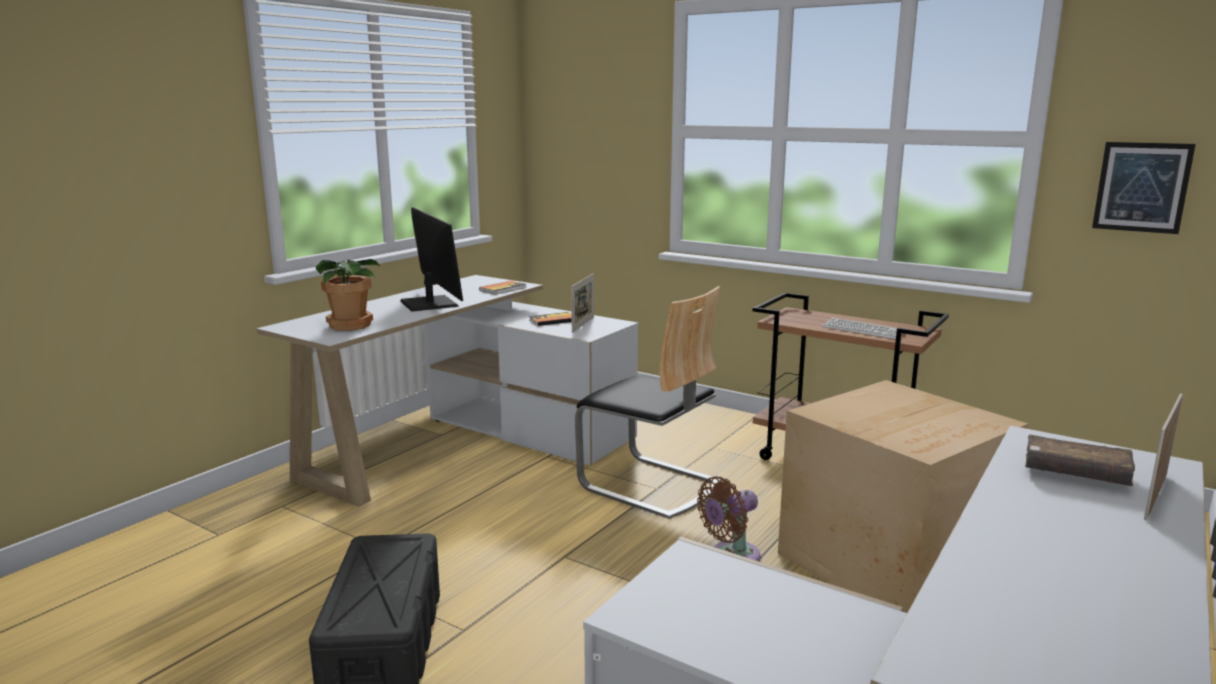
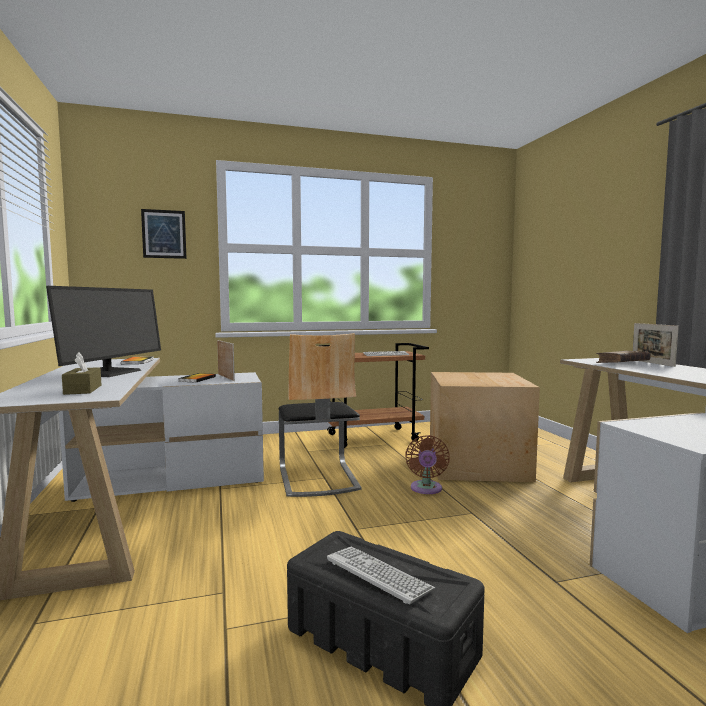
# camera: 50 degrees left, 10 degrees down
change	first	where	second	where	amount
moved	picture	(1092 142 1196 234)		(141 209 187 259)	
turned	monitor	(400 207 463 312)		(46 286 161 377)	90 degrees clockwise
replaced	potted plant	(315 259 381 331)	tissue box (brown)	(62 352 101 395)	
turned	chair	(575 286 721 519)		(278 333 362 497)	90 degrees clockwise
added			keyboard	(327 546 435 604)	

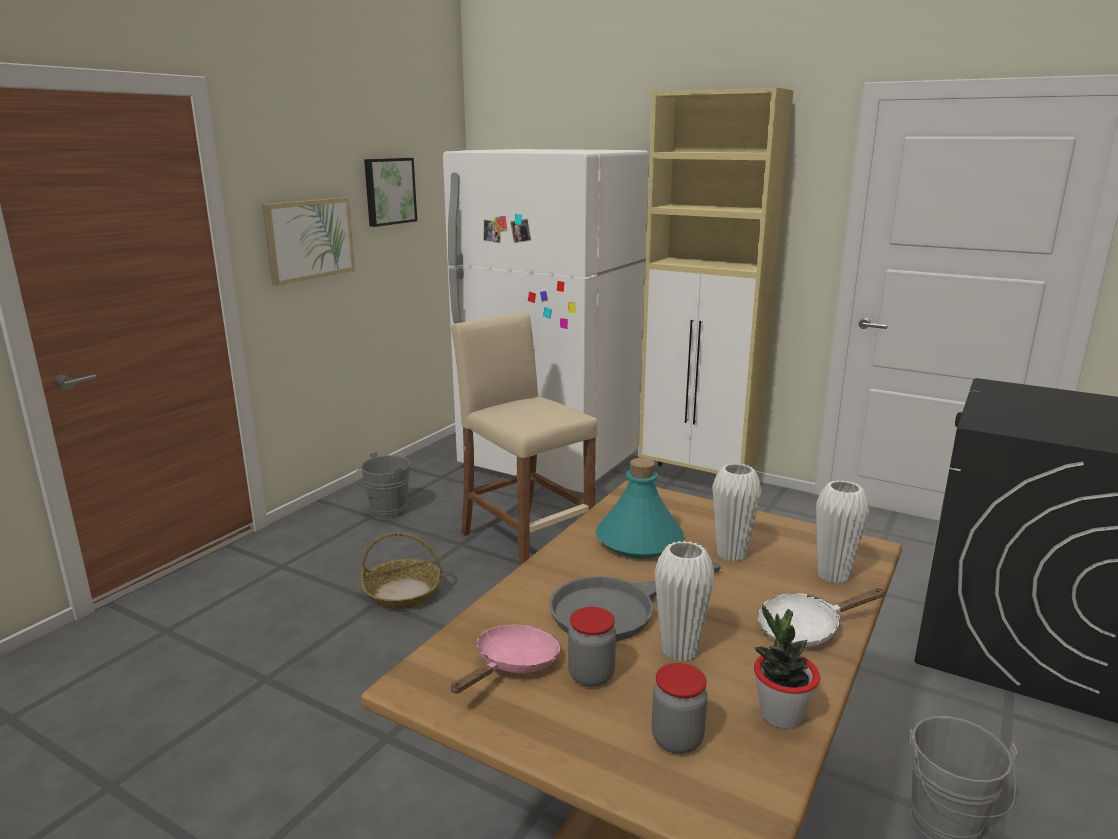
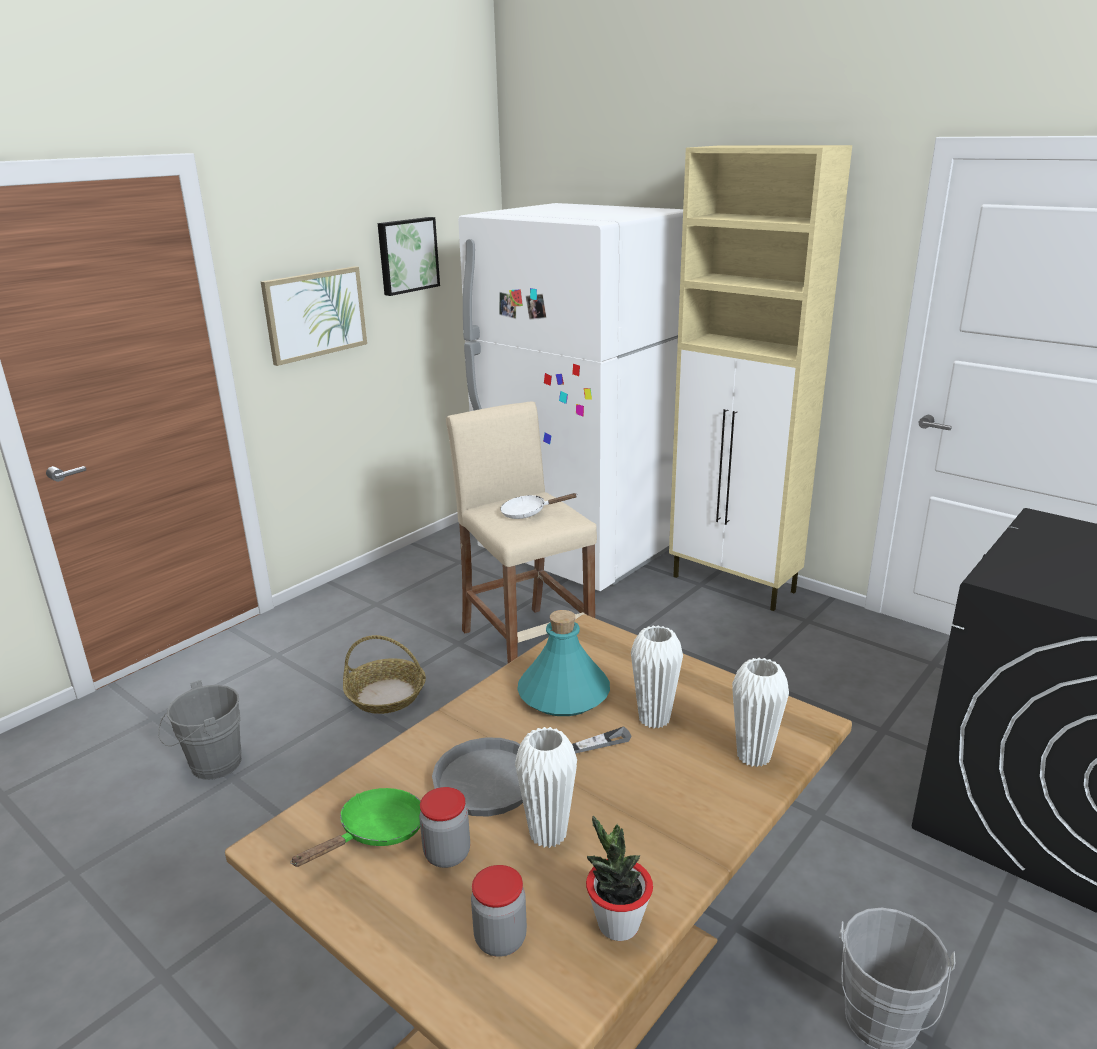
# camera: 10 degrees right, 5 degrees up
change	first	where	second	where	amount
moved	bucket (grey)	(353 452 410 520)		(158 680 242 780)	
moved	frying pan (white)	(757 588 886 647)		(500 493 578 519)	
recoloured	frying pan (pink)	(450 625 560 694)	frying pan (green)	(290 788 421 867)	

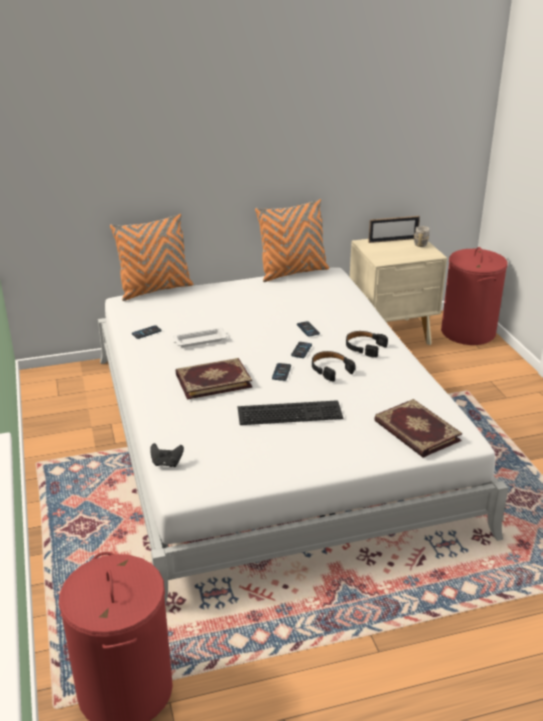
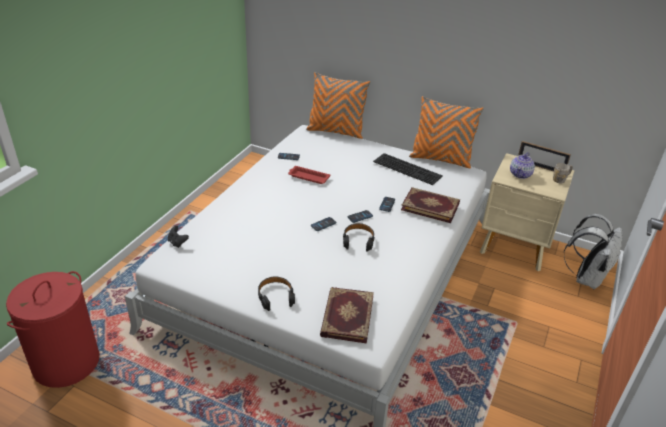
# camera: 40 degrees right, 5 degrees up
change	first	where	second	where	amount
replaced	laundry basket (red)	(441 247 507 345)	backpack (white)	(564 214 622 289)	
recoloured	tray (white)	(173 327 227 347)	tray (red)	(288 166 331 184)	
moved	headphones (black)	(346 331 388 357)		(258 277 295 311)	
moved	book	(176 358 252 399)		(401 187 460 223)	
moved	keyboard	(238 400 343 425)		(373 153 443 185)	
added			teapot	(510 152 535 179)	

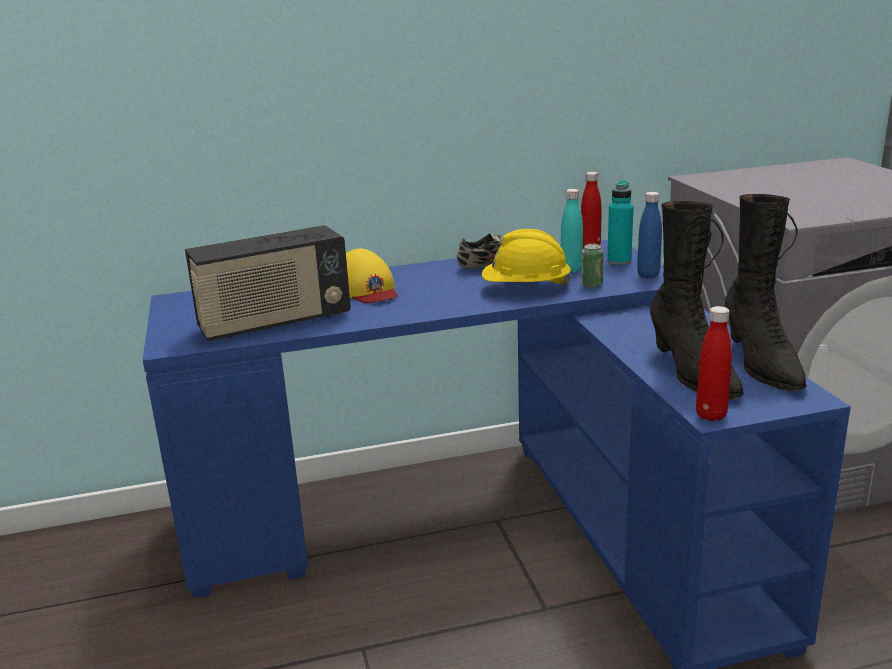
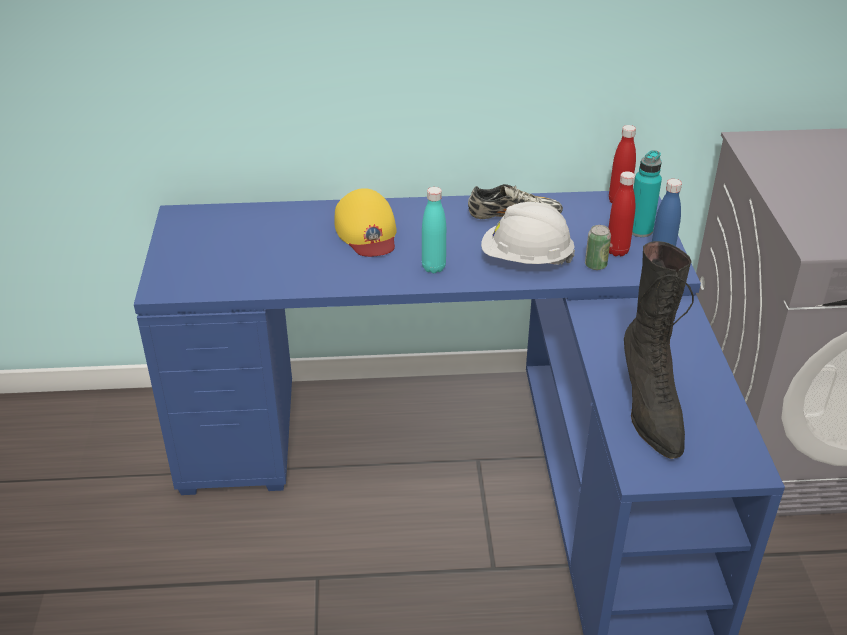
# camera: 10 degrees right, 15 degrees up
change	first	where	second	where	amount
moved	bottle (turquoise)	(561 189 583 273)		(422 187 446 273)	
removed	boot (black)	(725 194 807 391)			
removed	radio	(185 225 351 341)			
recoloured	hard hat (yellow)	(482 229 572 286)	hard hat (white)	(481 202 575 265)	
moved	bottle (red)	(696 306 732 421)		(608 171 635 256)	

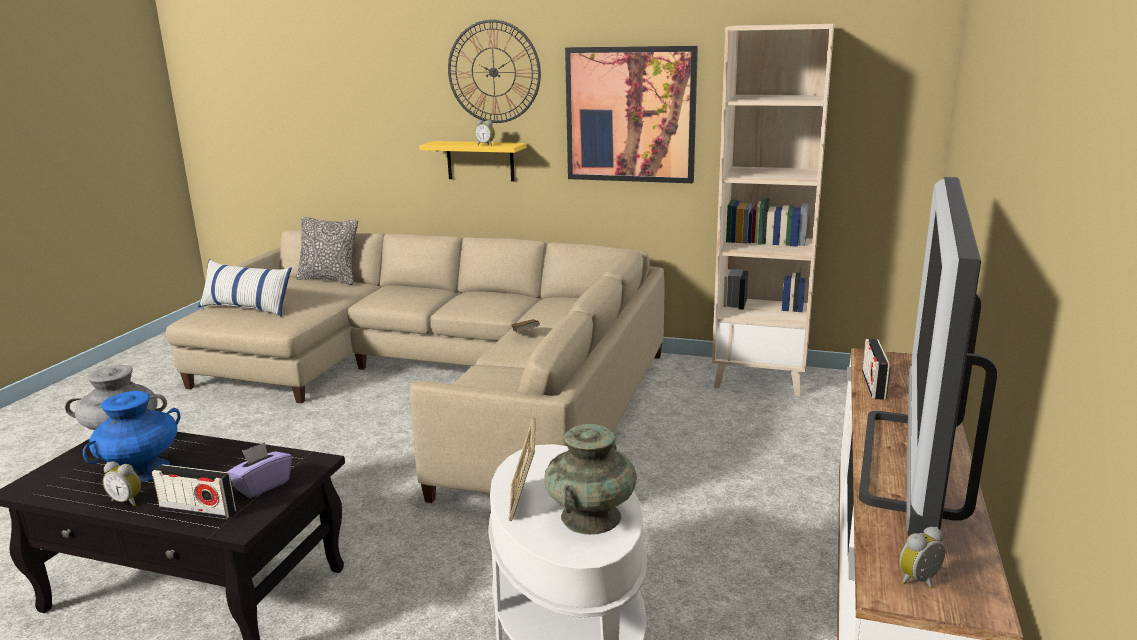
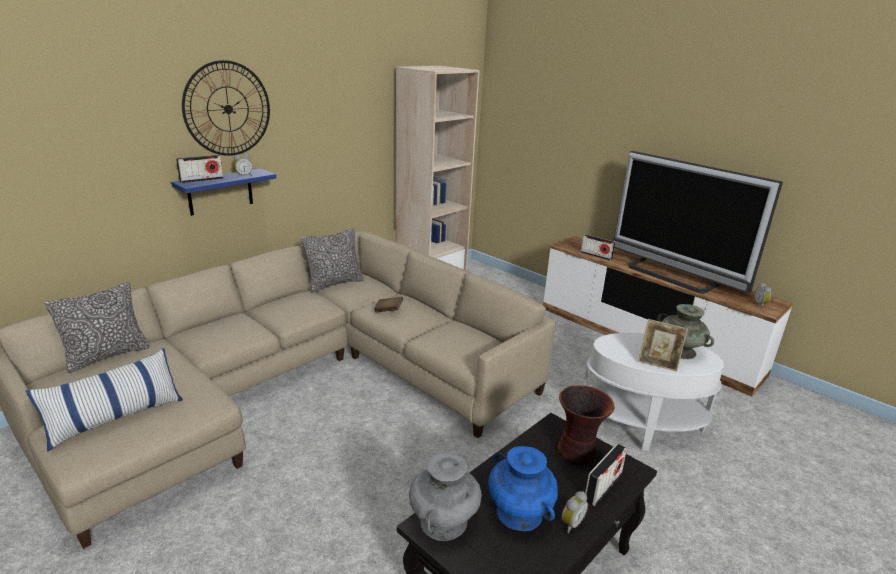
# camera: 65 degrees left, 5 degrees up
change	first	where	second	where	amount
removed	picture	(565 46 698 183)			
recoloured	shelf (yellow)	(419 141 527 182)	shelf (blue)	(171 169 276 216)	
replaced	tissue box (purple)	(227 442 292 498)	vase	(557 385 614 465)	
added			radio	(176 155 223 183)	
added			pillow	(301 228 364 292)	

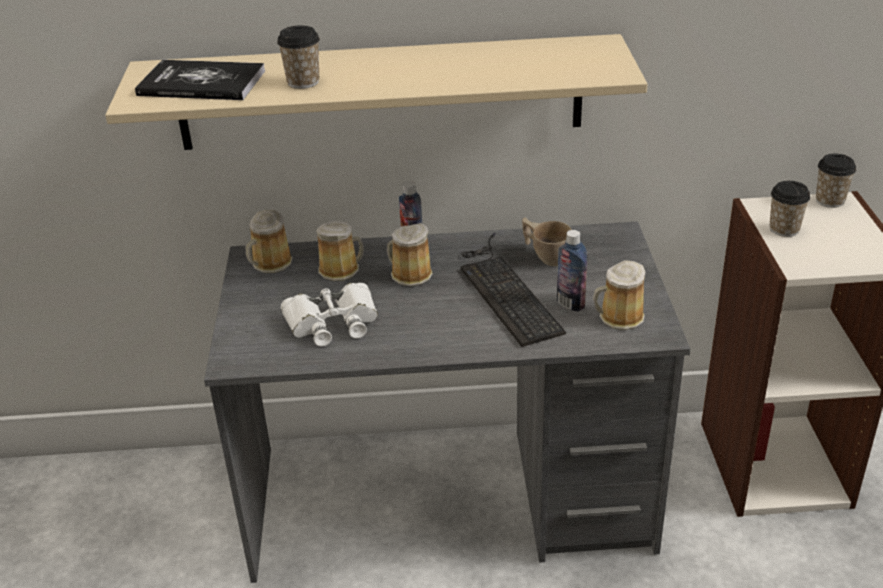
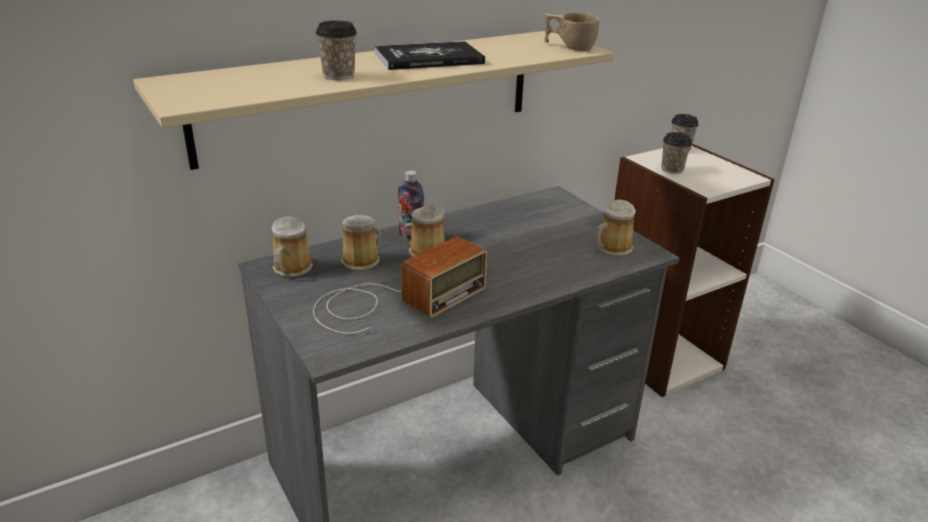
# camera: 30 degrees left, 5 degrees down
change	first	where	second	where	amount
moved	book	(135 60 265 100)		(374 41 485 70)	
moved	cup (beige)	(522 217 572 266)		(544 13 599 51)	
removed	bottle	(557 230 587 311)			
removed	keyboard	(461 233 566 347)			
replaced	binoculars (white)	(281 283 378 346)	radio	(313 236 488 334)	

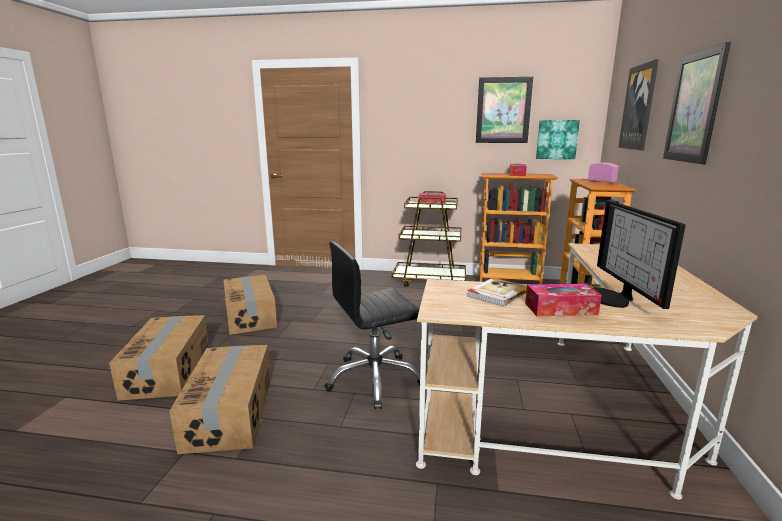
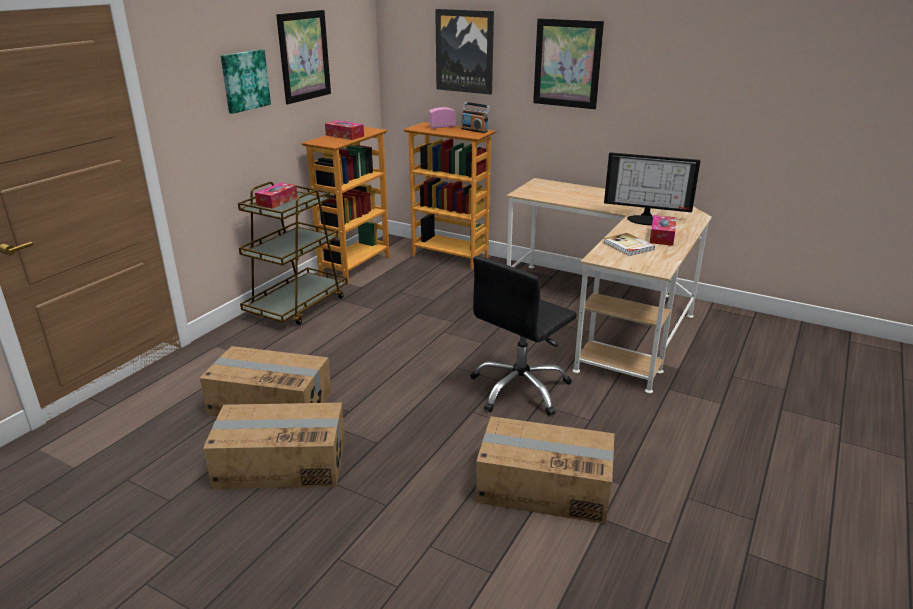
# camera: 70 degrees left, 10 degrees up
change	first	where	second	where	amount
moved	picture	(536 120 580 159)		(221 50 271 114)	
turned	office chair (black)	(325 241 420 409)		(470 256 577 416)	45 degrees clockwise
moved	cardboard box	(109 315 209 401)		(200 346 331 417)	
added			radio	(461 102 490 133)	

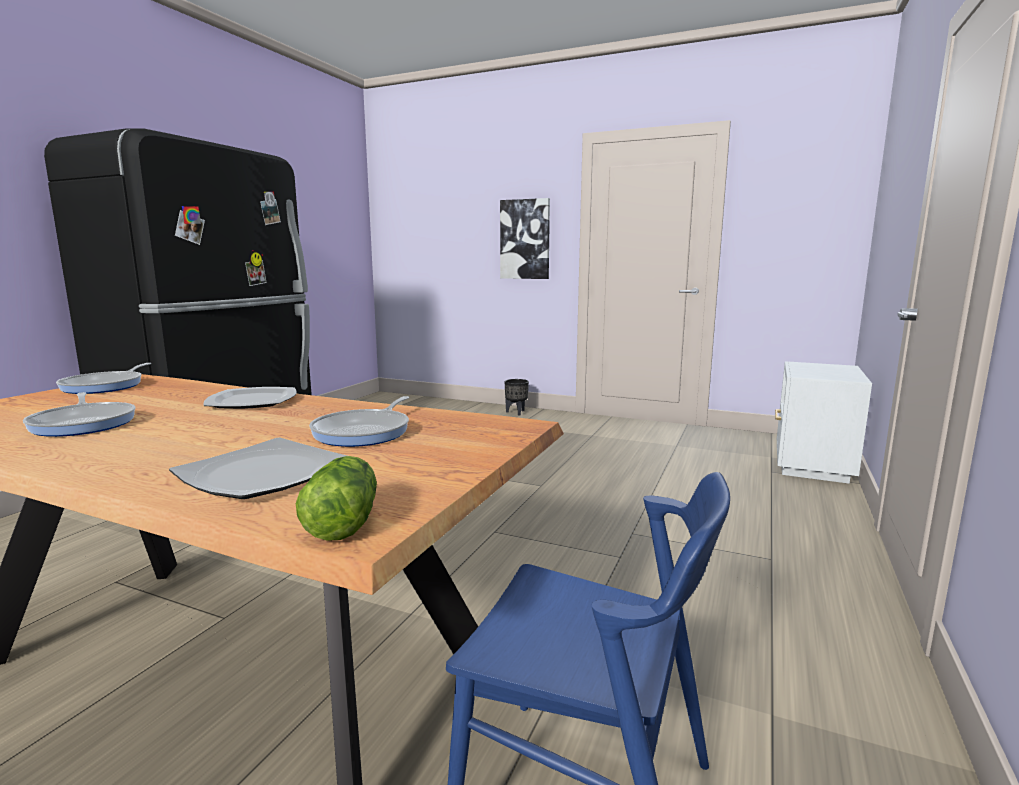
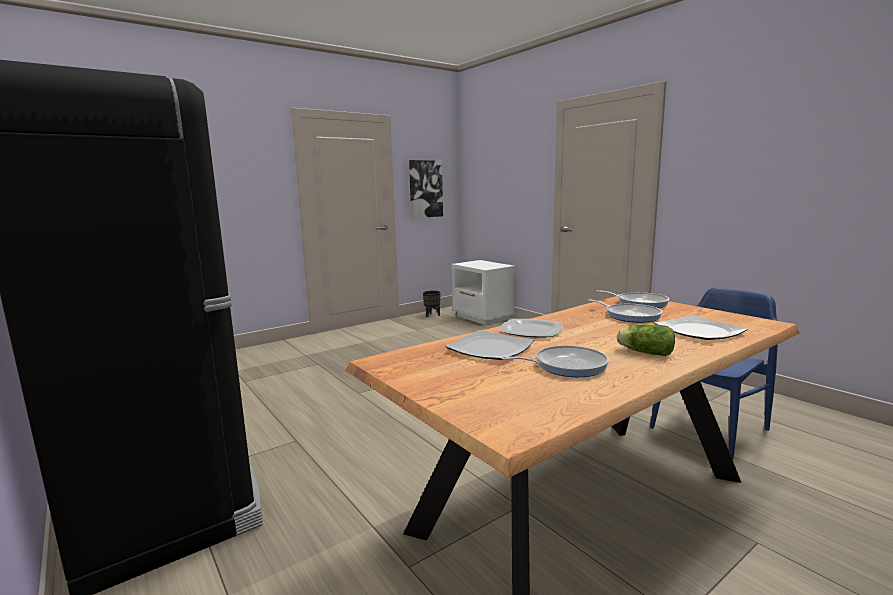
# camera: 60 degrees left, 0 degrees up
change	first	where	second	where	amount
moved	picture	(500 198 550 279)		(409 160 443 218)	
moved	frying pan	(56 363 151 394)		(597 290 669 308)	
moved	planter (black)	(505 379 529 416)		(423 291 440 317)	
moved	lettuce	(296 456 377 541)		(617 324 675 356)	
added			plate	(446 330 534 360)	

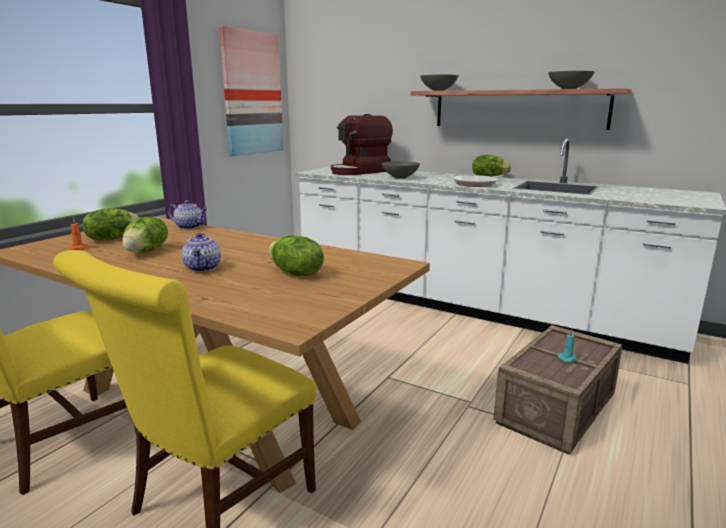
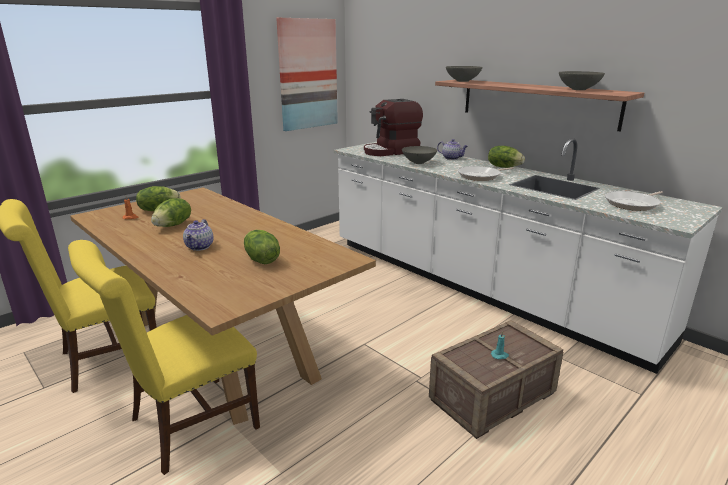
# camera: 15 degrees right, 5 degrees up
change	first	where	second	where	amount
moved	teapot	(168 200 208 230)		(437 139 468 160)	
added			frying pan	(605 191 663 211)	

